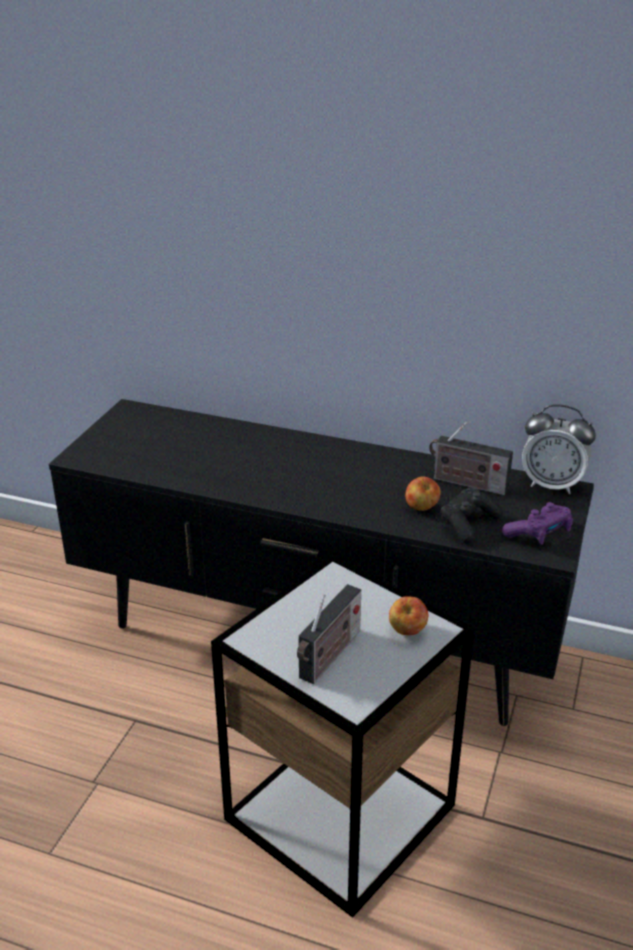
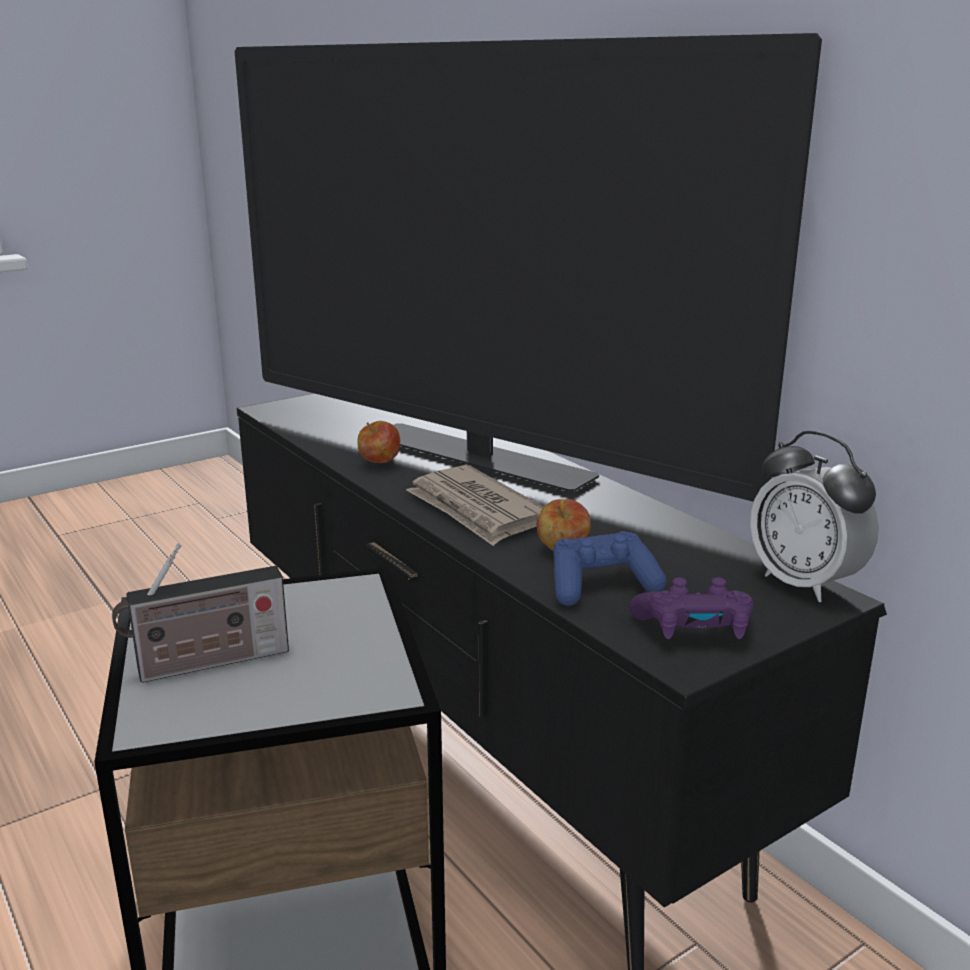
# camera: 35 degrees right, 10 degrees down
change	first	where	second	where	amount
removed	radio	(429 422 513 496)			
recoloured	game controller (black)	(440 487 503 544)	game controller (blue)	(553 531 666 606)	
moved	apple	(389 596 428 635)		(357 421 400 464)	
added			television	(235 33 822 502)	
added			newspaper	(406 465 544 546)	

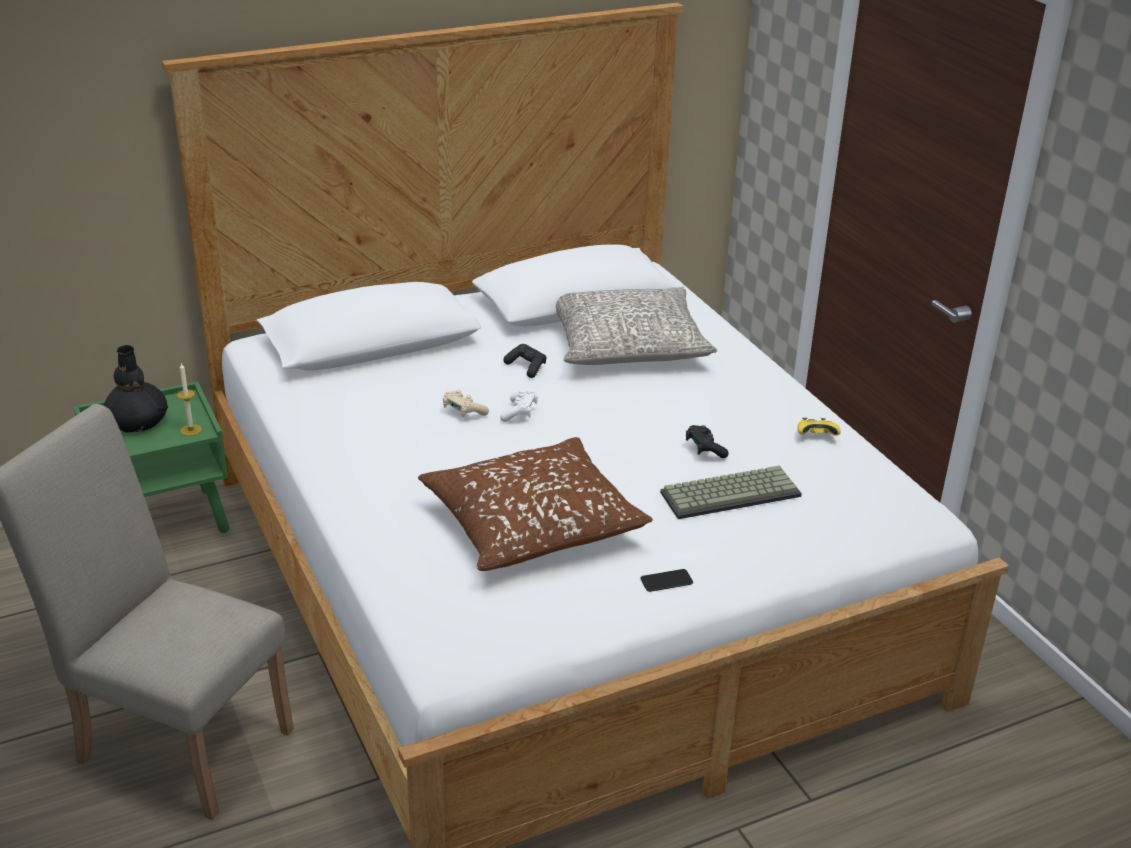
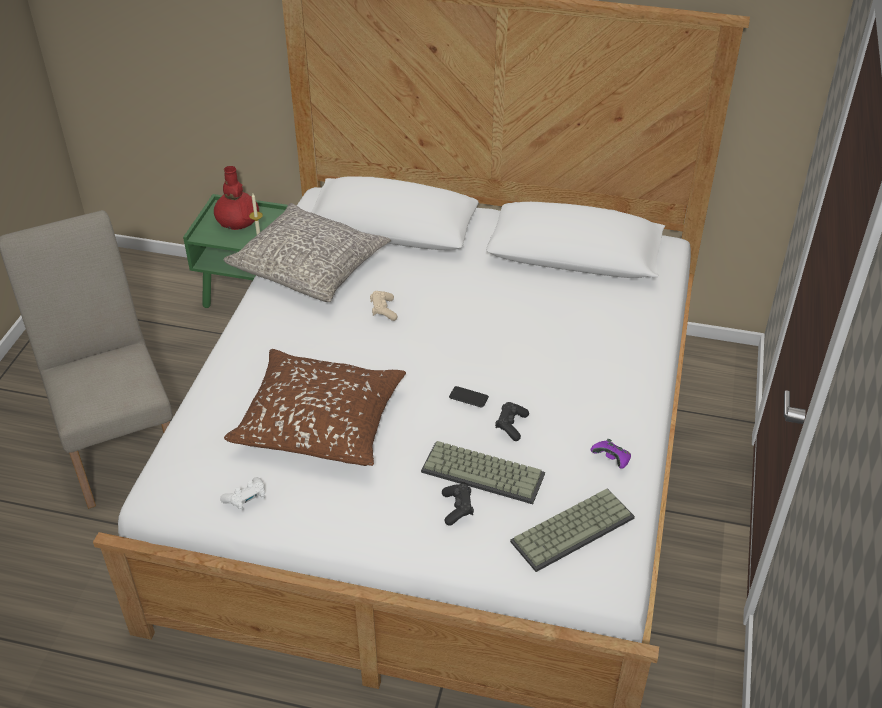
# camera: 40 degrees right, 10 degrees up
change	first	where	second	where	amount
moved	pillow (grey)	(556 288 717 365)		(223 203 391 302)	
moved	game controller (black)	(503 344 547 378)		(442 484 474 526)	
recoloured	vase (black)	(104 345 168 433)	vase (red)	(214 166 259 230)	
moved	game controller (white)	(500 390 538 422)		(220 477 265 511)	
recoloured	game controller (yellow)	(797 418 841 436)	game controller (purple)	(591 439 631 469)	
moved	phone	(640 569 693 592)		(449 386 489 408)	
added			keyboard	(510 489 635 572)	

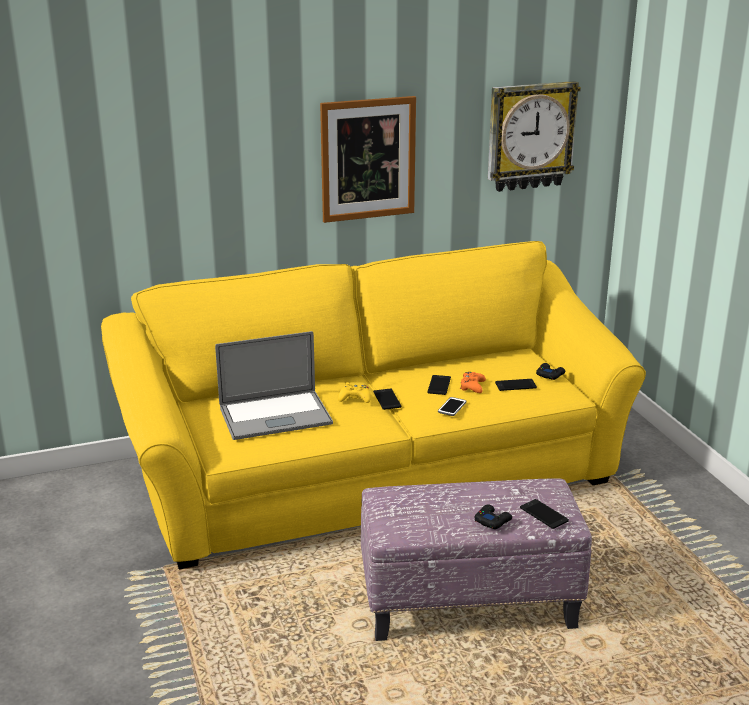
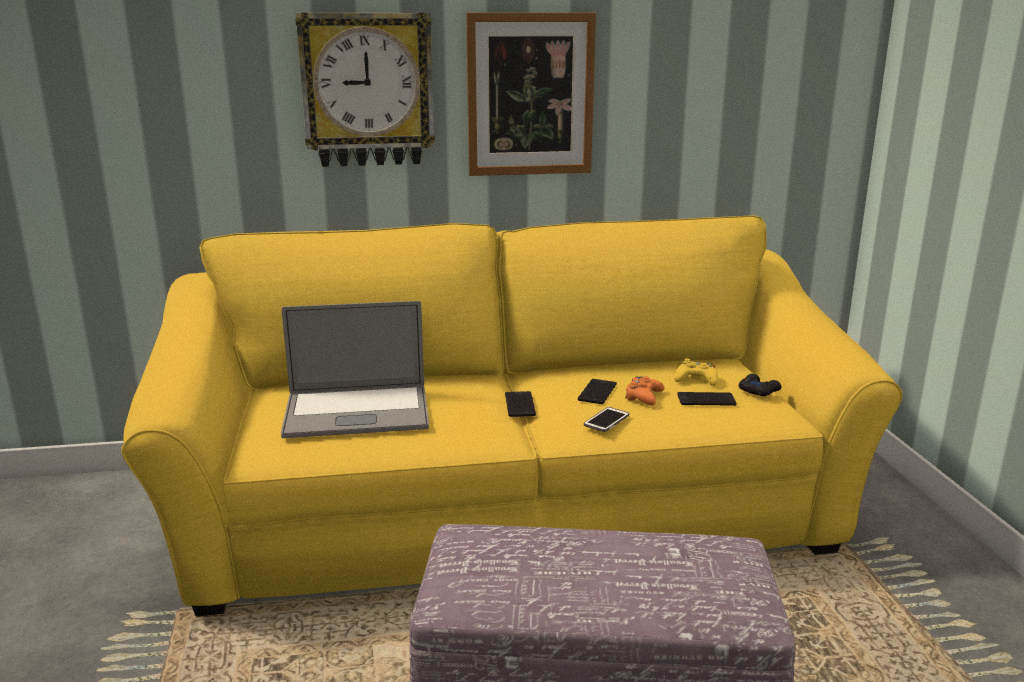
# camera: 10 degrees right, 5 degrees down
change	first	where	second	where	amount
moved	wall clock	(488 81 581 192)		(296 13 435 167)	
moved	game controller (yellow)	(338 382 371 403)		(674 358 718 386)	
removed	phone	(520 499 569 529)			
removed	game controller (black)	(474 504 512 529)			

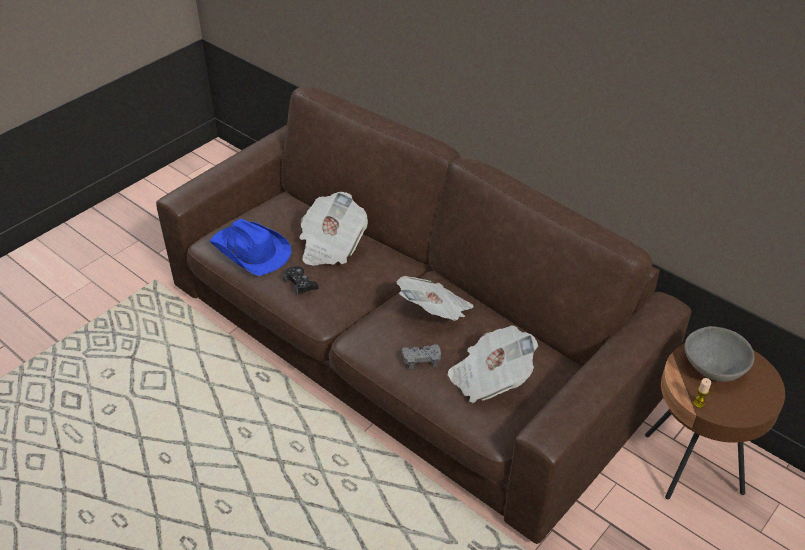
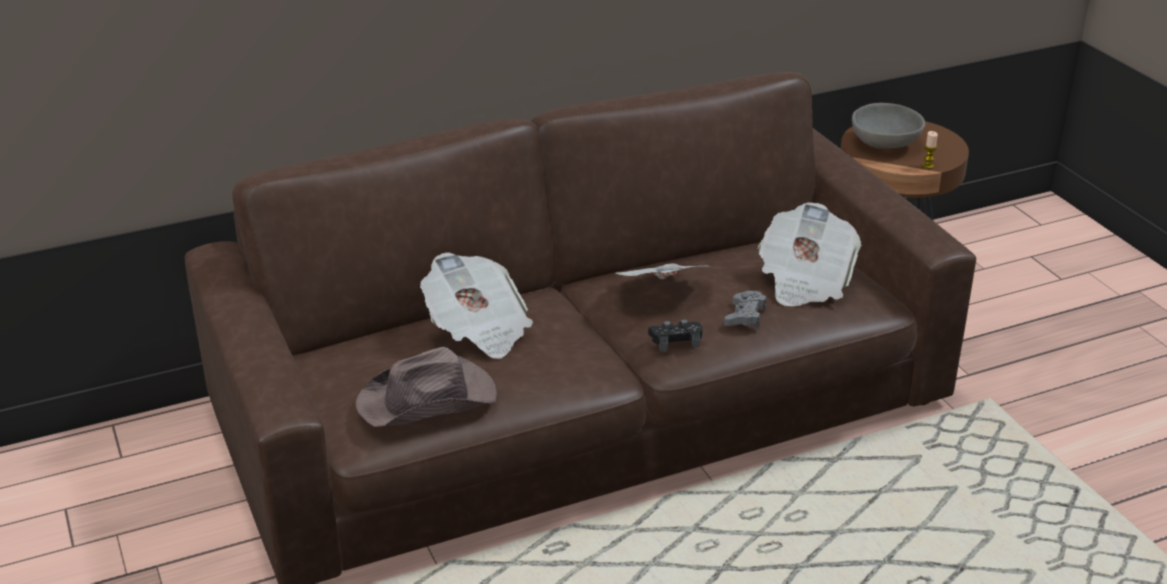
# camera: 65 degrees left, 10 degrees down
change	first	where	second	where	amount
recoloured	hat (blue)	(210 219 292 276)	hat (brown)	(356 347 497 427)	
moved	game controller (black)	(283 266 318 295)		(648 319 703 351)	

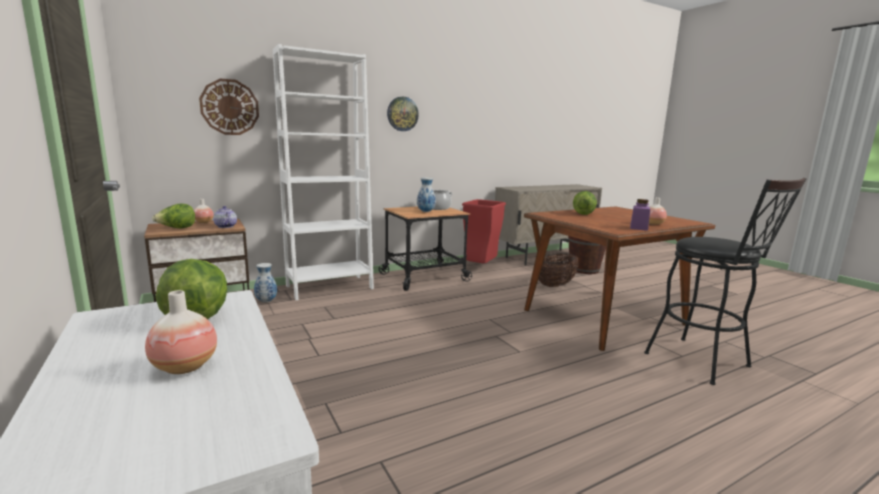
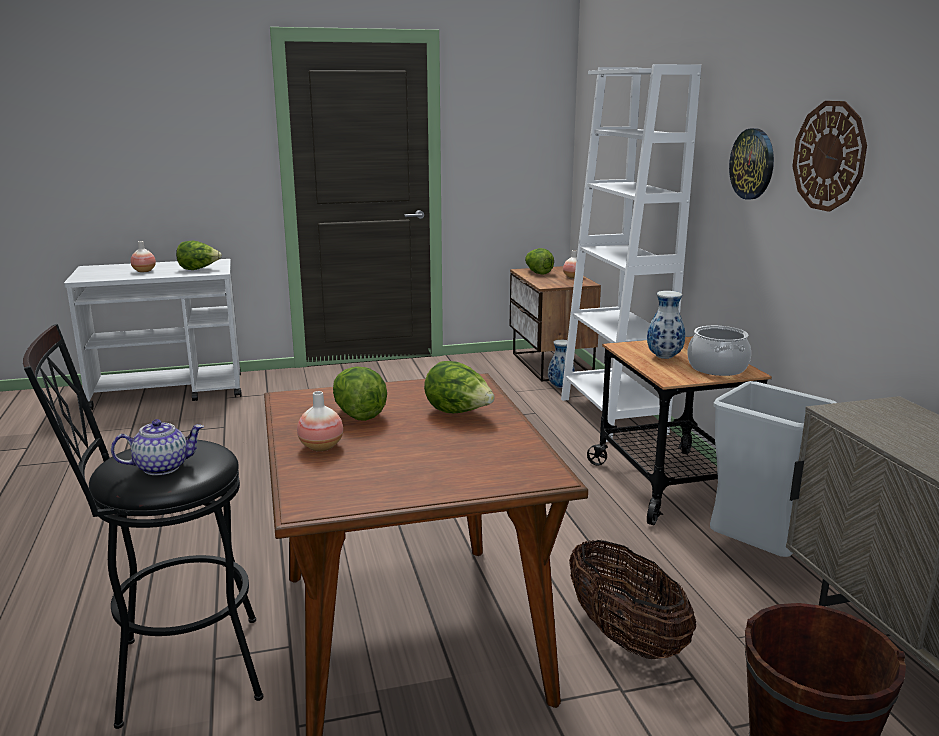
# camera: 105 degrees right, 5 degrees up
change	first	where	second	where	amount
moved	wall clock	(199 79 259 135)		(792 101 867 212)	
recoloured	trash can (red)	(462 199 506 264)	trash can (grey)	(710 381 837 557)	
removed	jar (purple)	(630 199 650 231)			
moved	teapot	(213 206 237 228)		(111 419 204 475)	
added			lettuce	(333 366 387 421)	

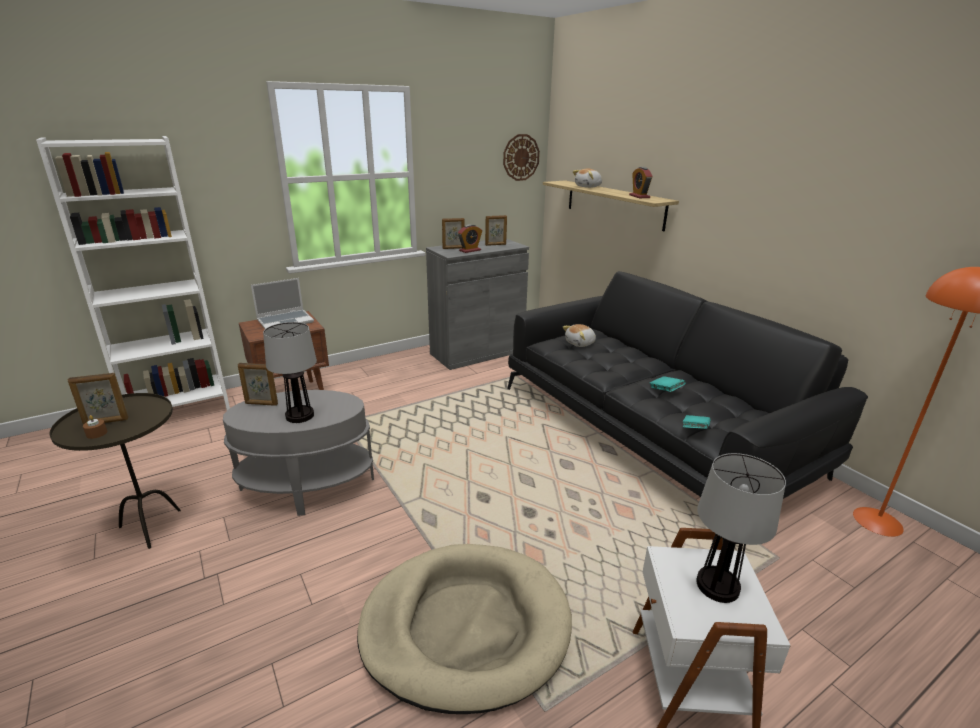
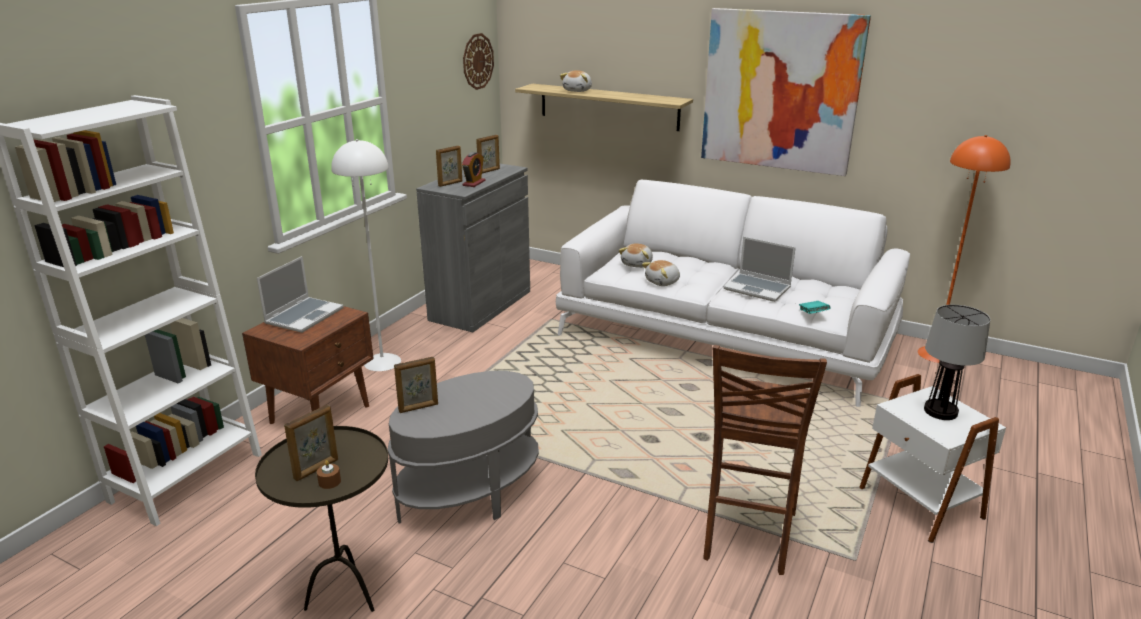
# camera: 30 degrees left, 0 degrees up
change	first	where	second	where	amount
removed	alarm clock	(629 167 652 198)			
recoloured	sofa (black)	(507 271 868 541)	sofa (white)	(556 180 910 407)	
removed	table lamp	(263 322 317 423)			
replaced	book (turquoise)	(650 376 686 392)	laptop	(724 237 796 302)	
replaced	dog bed (beige)	(357 544 572 714)	stool (brown)	(703 345 827 575)	
added			picture	(701 8 871 176)	
added			floor lamp (white)	(331 139 401 371)	
added			plush toy	(642 260 680 286)	

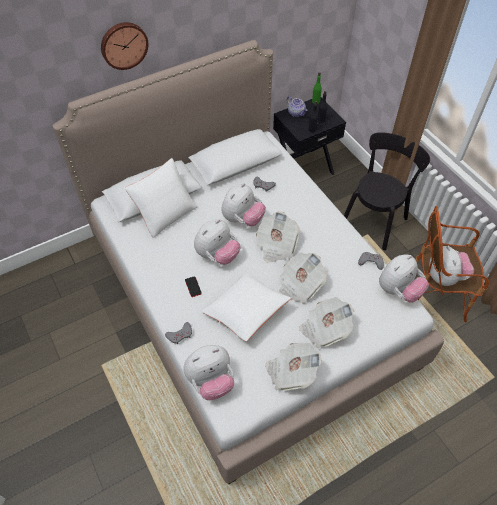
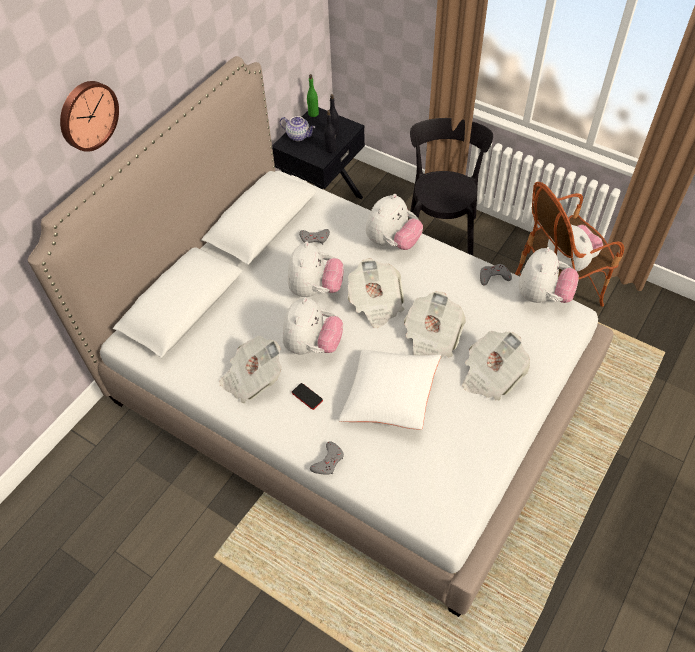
# camera: 25 degrees left, 0 degrees up
change	first	where	second	where	amount
removed	pillow (white)	(125 158 197 238)			
moved	newspaper	(265 343 322 391)		(219 336 282 404)	
moved	plush toy	(184 345 234 400)		(366 194 423 250)	

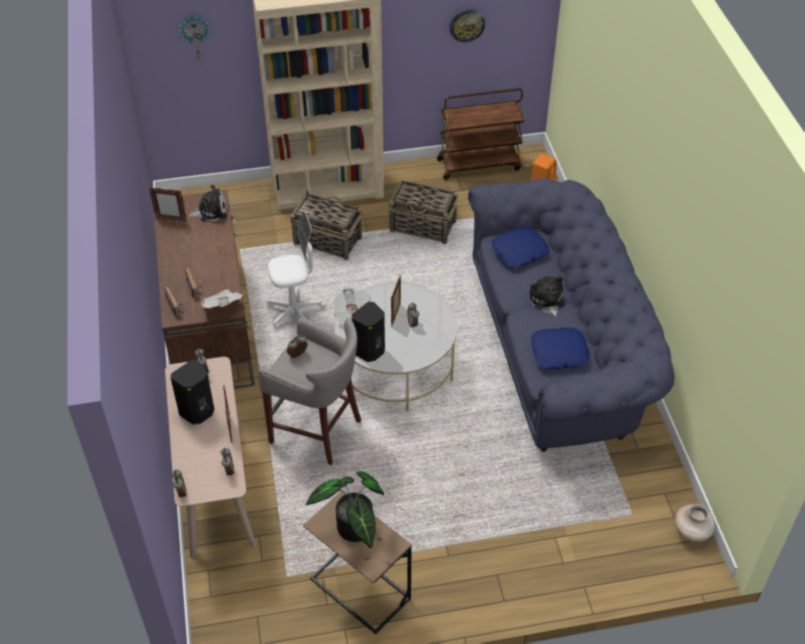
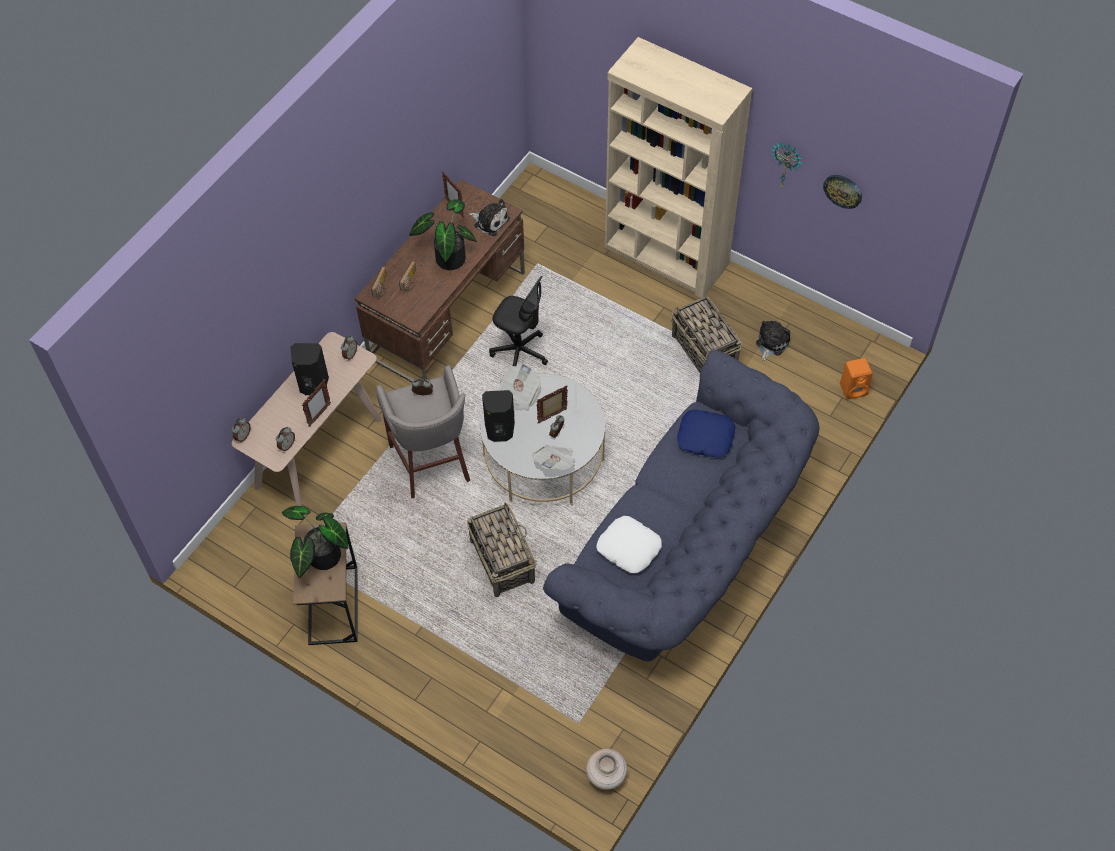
# camera: 45 degrees right, 10 degrees up
change	first	where	second	where	amount
moved	wall clock	(177 15 212 68)		(771 142 803 189)	
removed	cart (brown)	(437 88 525 180)			
moved	basket	(290 190 363 260)		(467 502 537 597)	
recoloured	office chair (white)	(267 212 325 330)	office chair (black)	(489 276 548 366)	
moved	plush toy	(529 276 565 317)		(756 321 790 361)	
moved	newspaper	(202 290 243 308)		(532 445 575 470)	
recoloured	pillow (blue)	(531 328 589 369)	pillow (white)	(596 516 662 573)	
added			potted plant	(409 199 477 270)	

